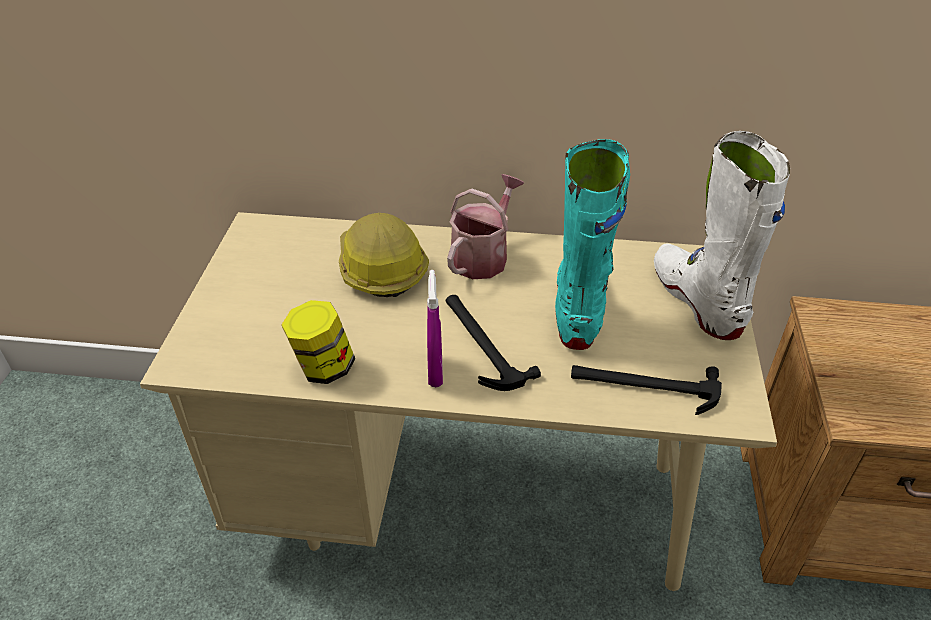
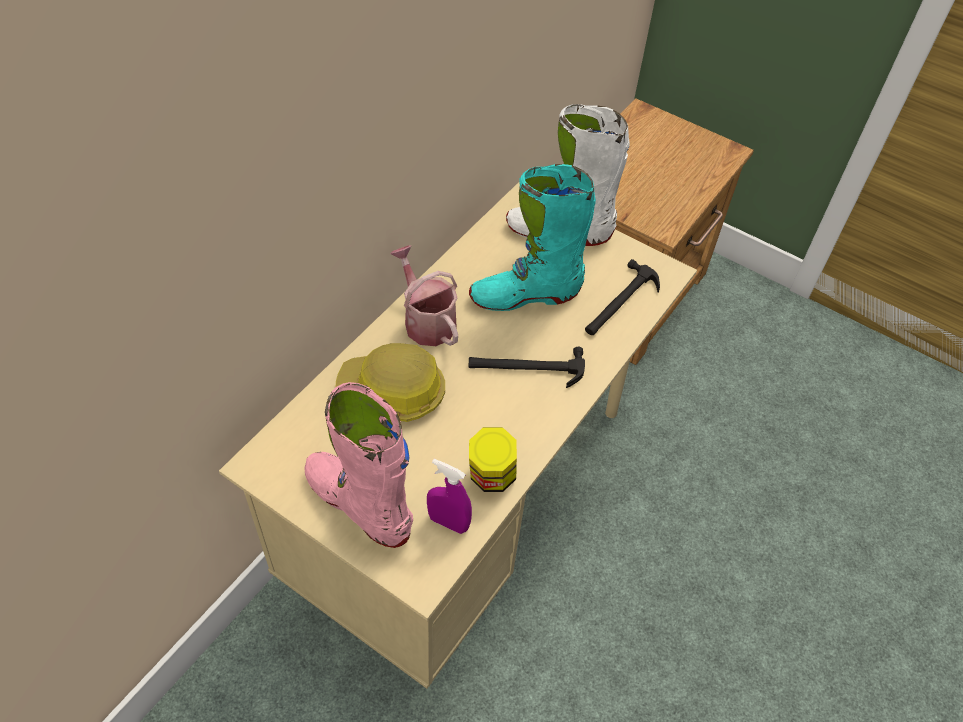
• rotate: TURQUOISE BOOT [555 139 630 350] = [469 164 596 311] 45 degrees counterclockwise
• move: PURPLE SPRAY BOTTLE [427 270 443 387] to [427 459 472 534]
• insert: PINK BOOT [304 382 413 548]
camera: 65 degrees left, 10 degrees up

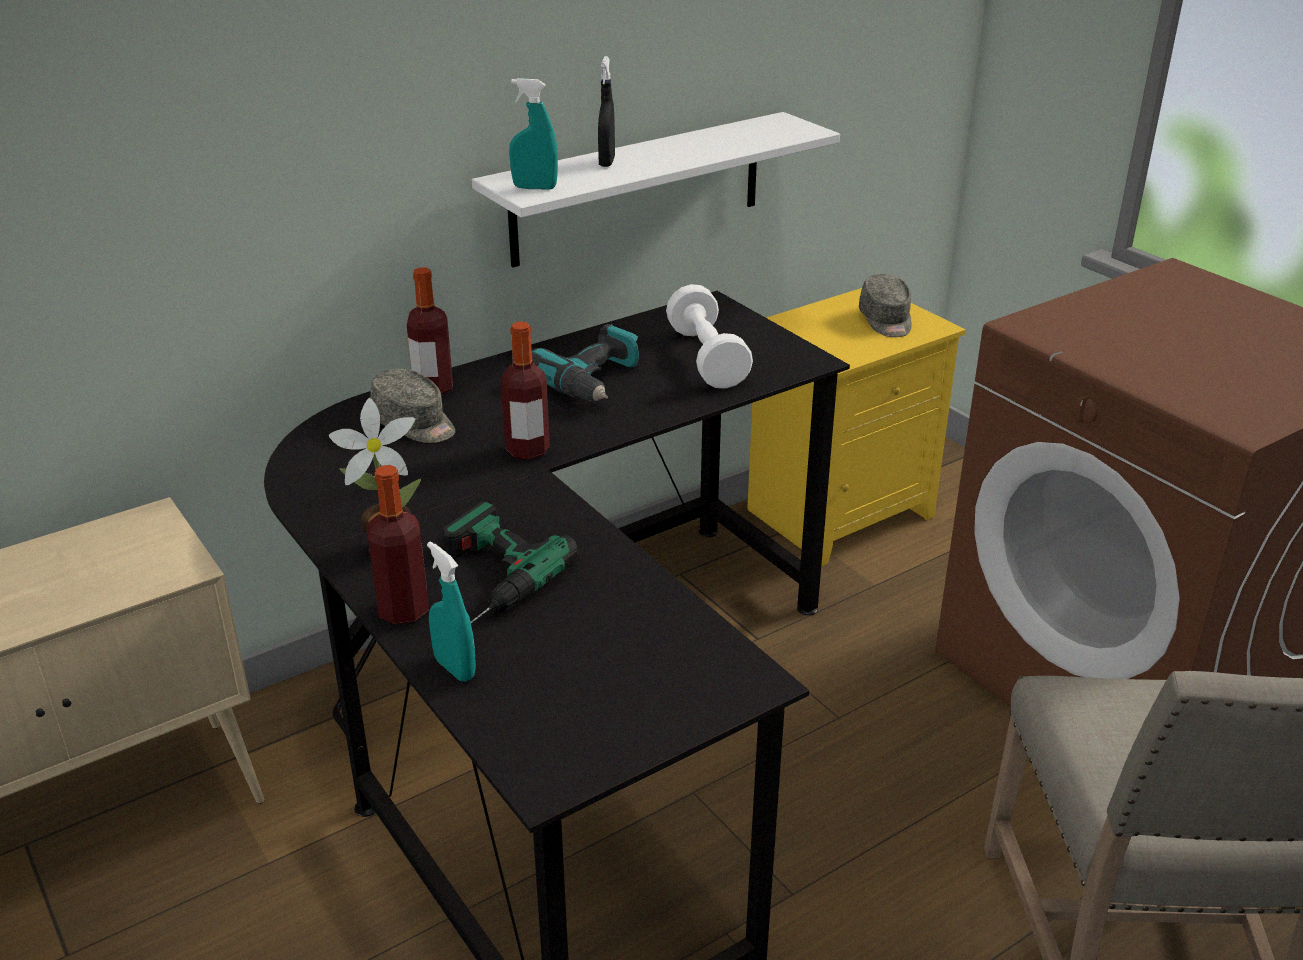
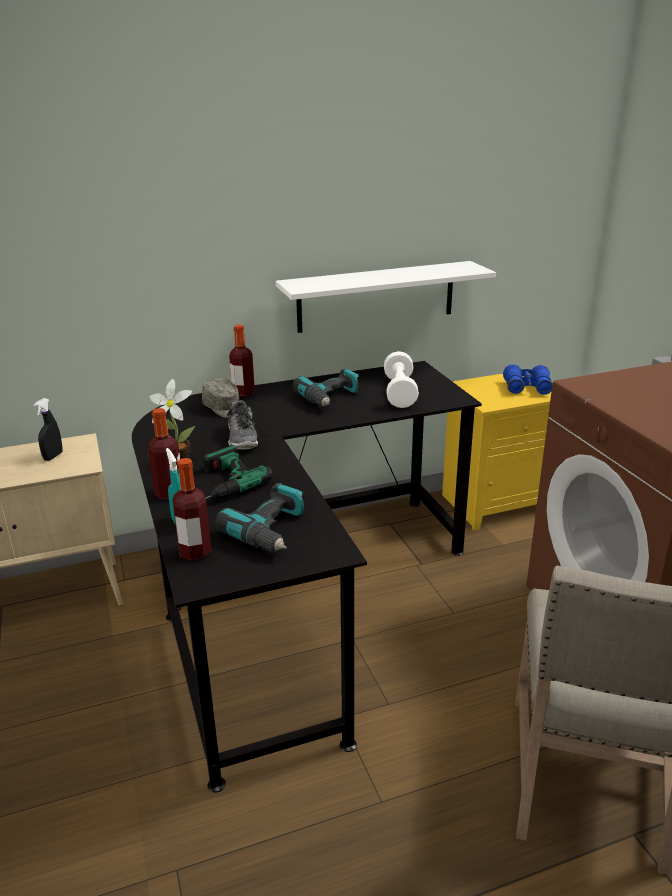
• move: BLACK SPRAY BOTTLE [598 56 615 167] to [33 398 62 461]
• delete: TURQUOISE SPRAY BOTTLE [509 78 558 190]
• replace: GREY CAP [859 274 911 337] to BLUE BINOCULARS [503 364 553 395]
• move: BOTTLE [501 322 550 459] to [172 458 212 560]
• insert: SHOE [227 401 258 450]
• insert: POWER DRILL [215 483 304 552]
camera: 15 degrees right, 5 degrees down

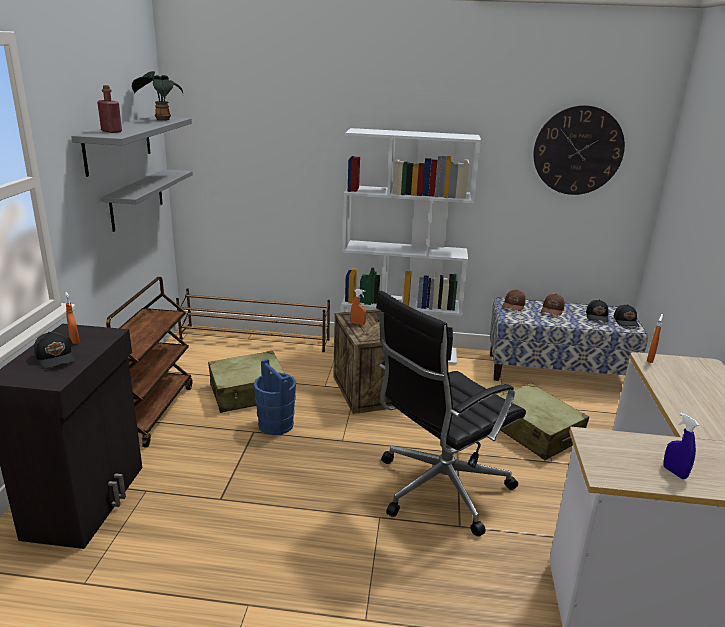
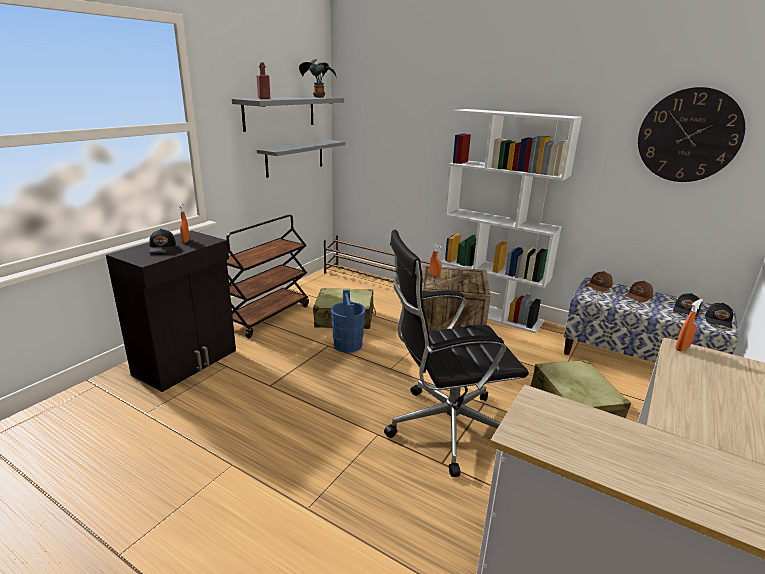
• delete: BLUE SPRAY BOTTLE [663 413 699 479]
camera: 25 degrees right, 0 degrees up

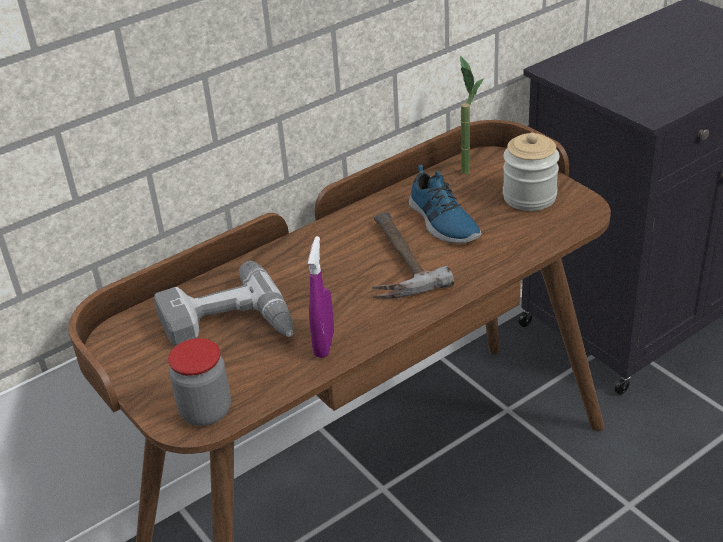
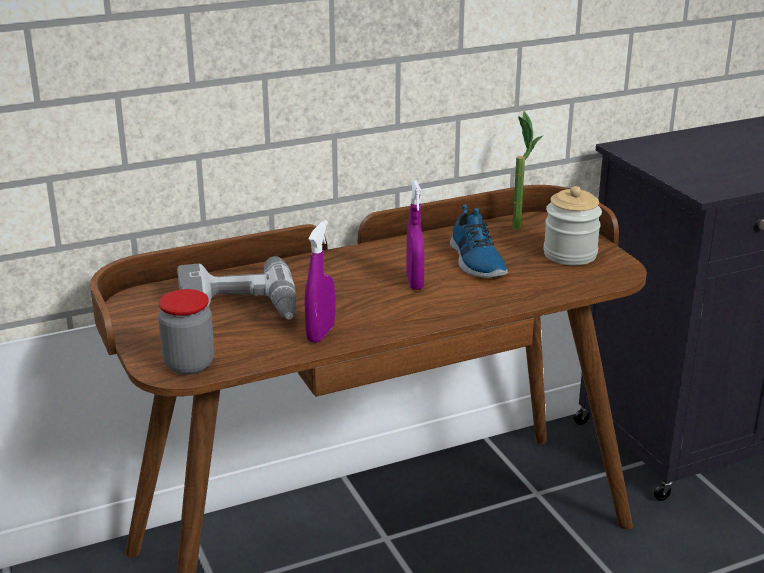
• replace: HAMMER [372 212 454 299] to PURPLE SPRAY BOTTLE [406 180 424 290]
camera: 10 degrees right, 10 degrees down

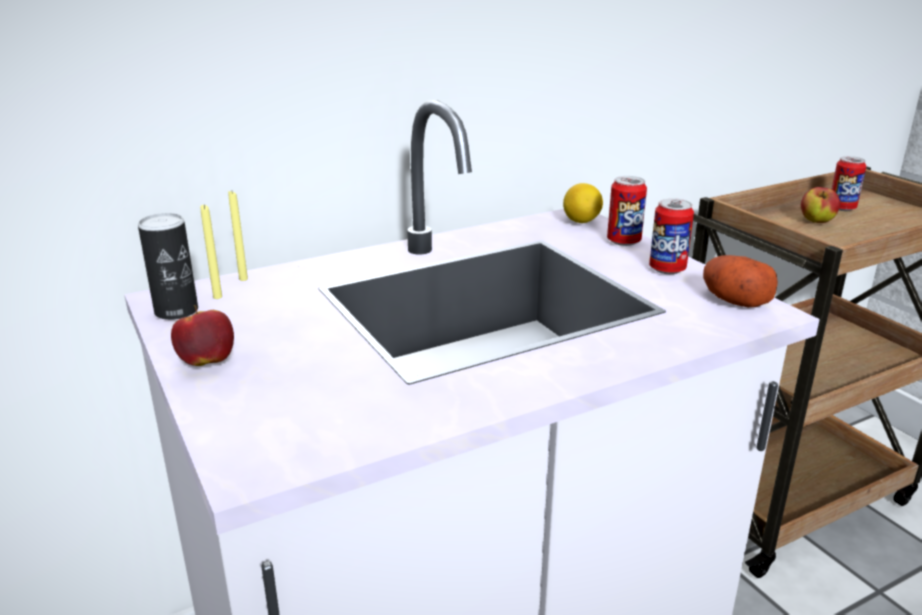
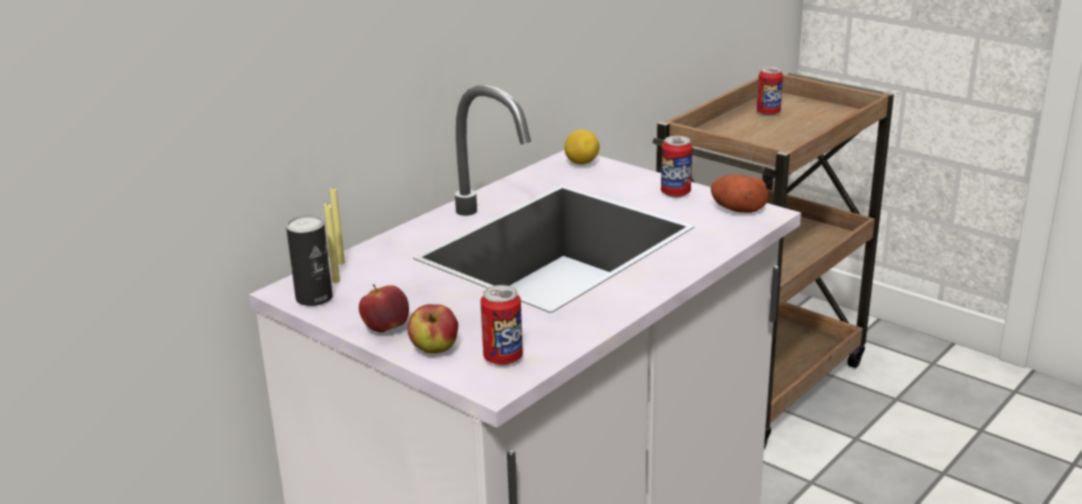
• move: CAN [607 176 647 246] to [480 285 523 365]
• move: APPLE [801 187 840 223] to [408 304 458 354]
camera: 20 degrees left, 0 degrees up

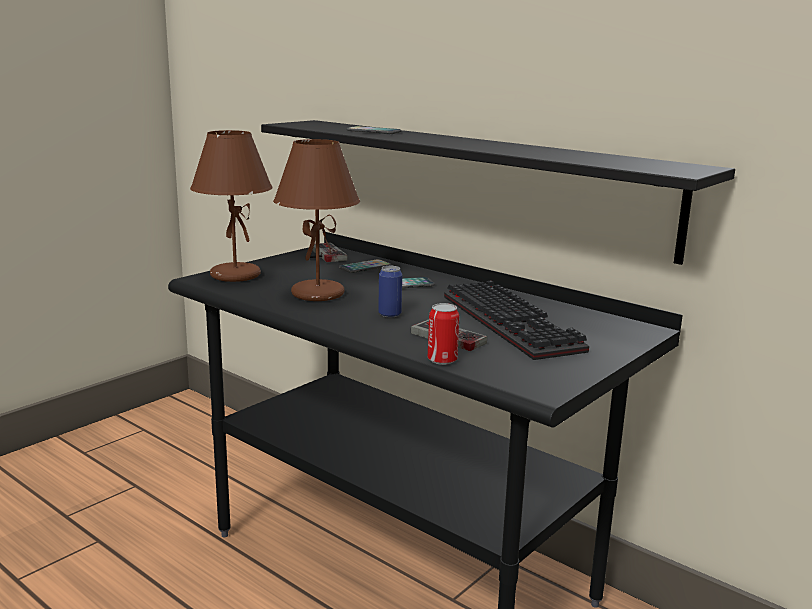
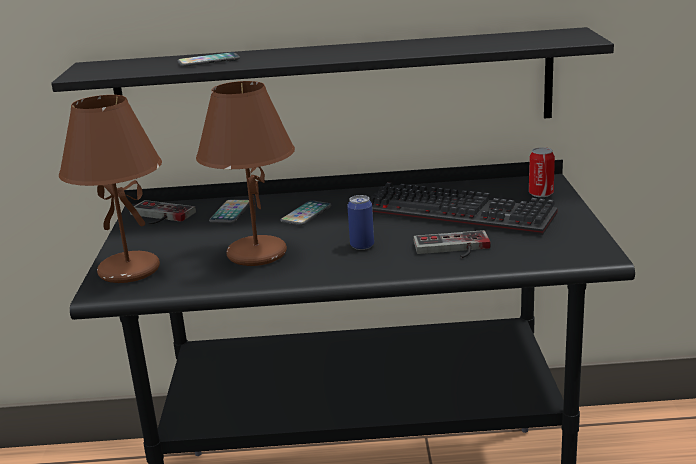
• move: CAN [428 303 459 365] to [529 147 555 197]
camera: 40 degrees left, 5 degrees up

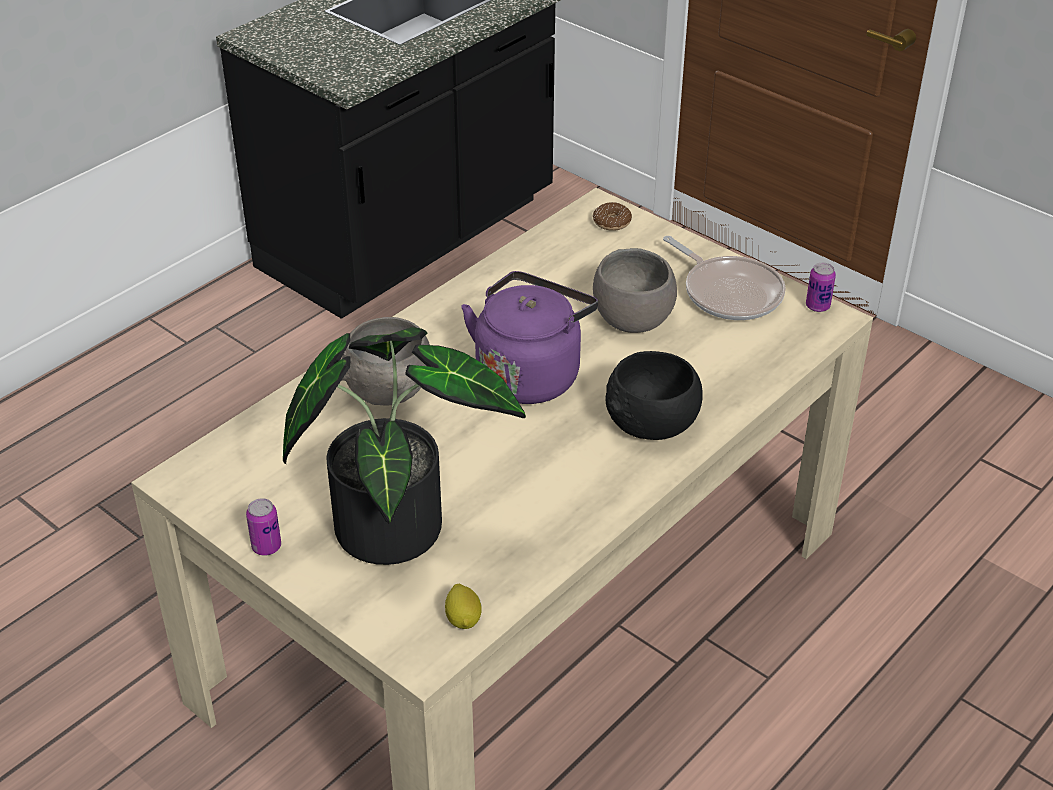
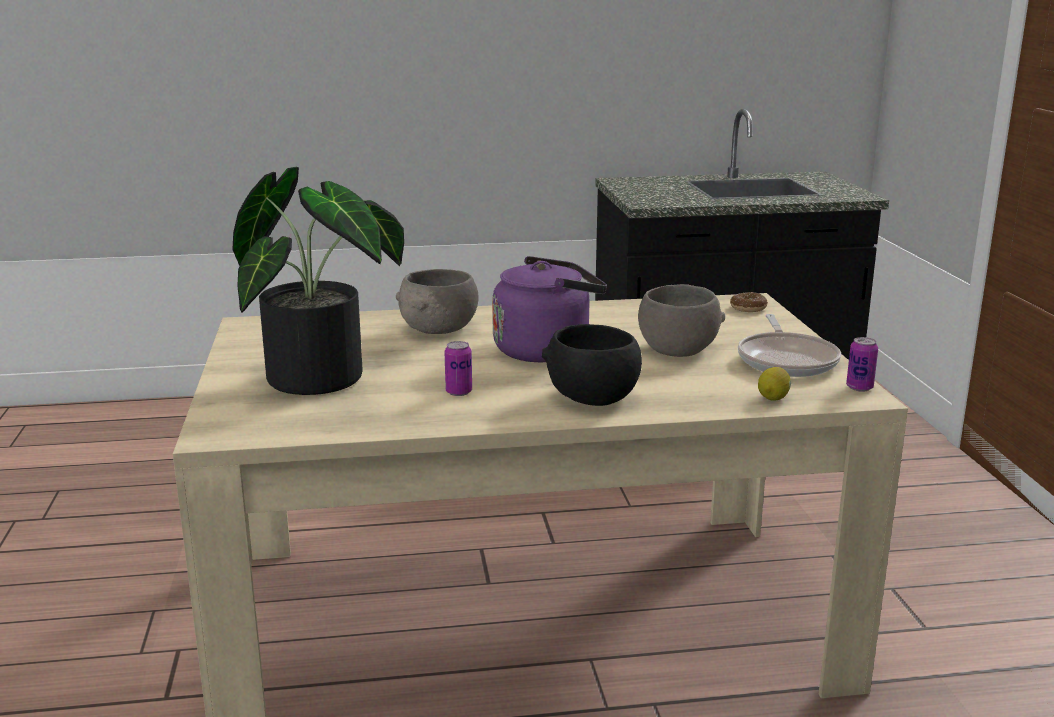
• move: CAN [246 498 281 556] to [445 341 472 396]
• move: LEMON [445 584 482 629] to [758 367 791 401]
camera: 40 degrees right, 20 degrees down

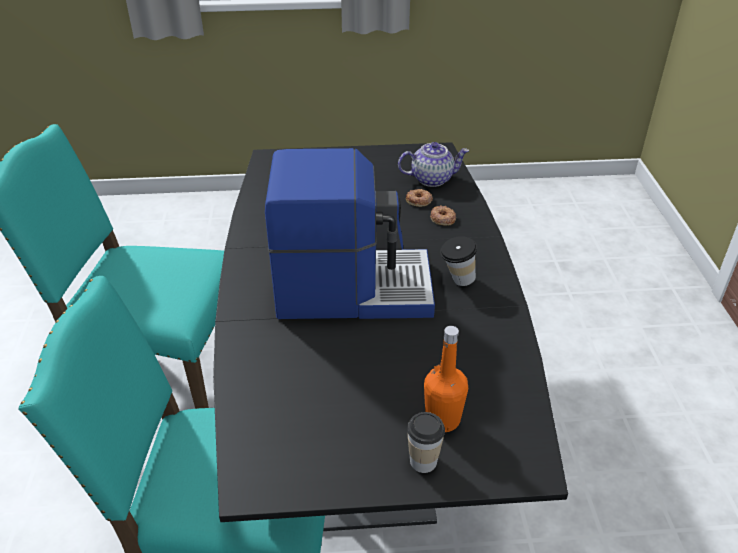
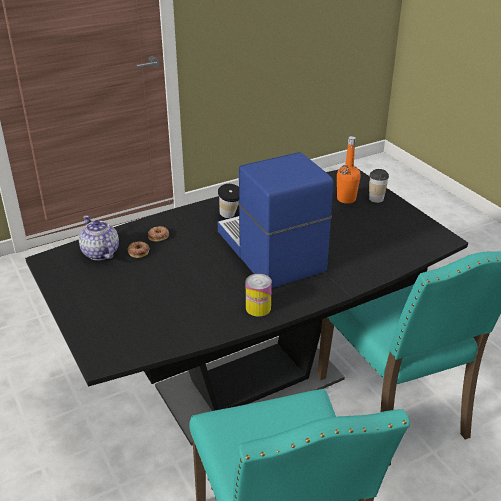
• insert: CAN [246 274 272 317]
camera: 115 degrees left, 5 degrees down

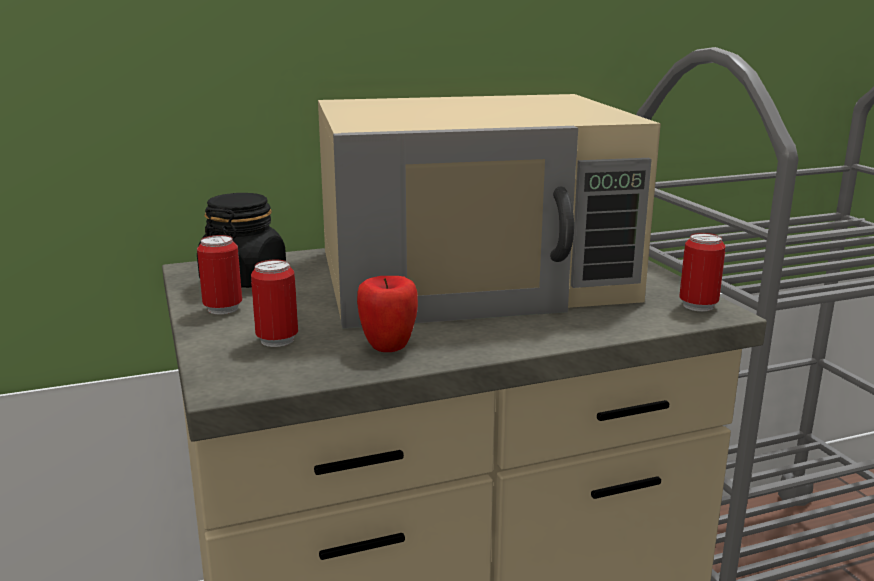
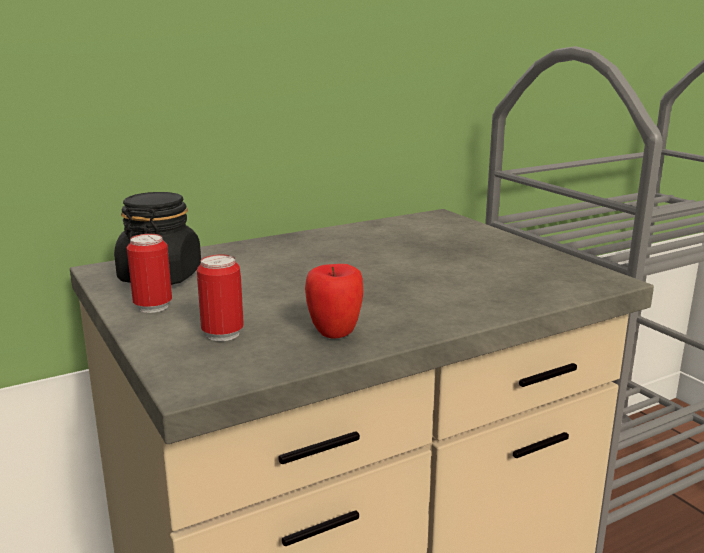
• delete: BEIGE MICROWAVE [318 94 661 329]
• delete: CAN [679 233 726 312]
camera: 10 degrees left, 0 degrees up

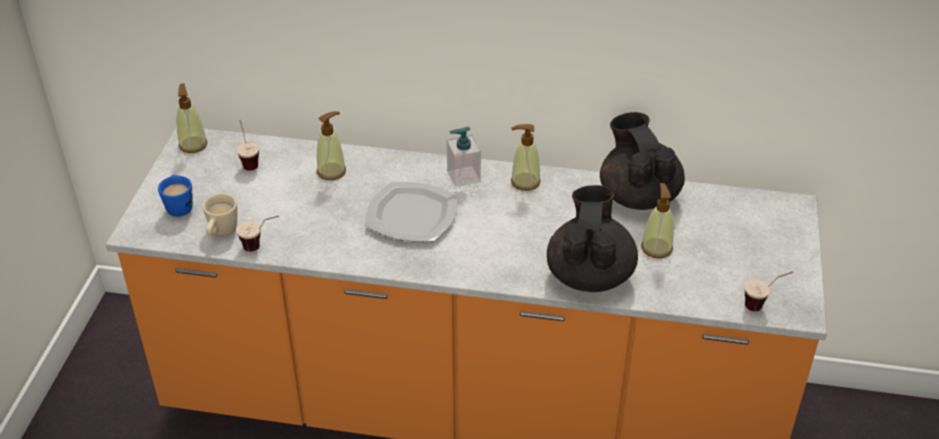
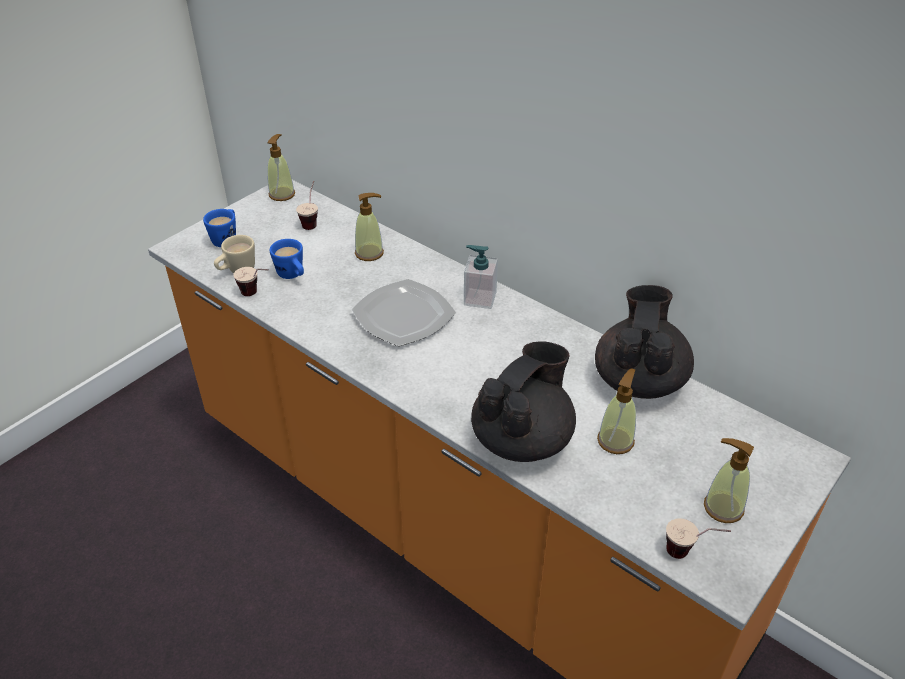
• move: SOAP DISPENSER [511 124 541 191] to [704 438 754 523]
• insert: BLUE MUG [270 239 304 279]
camera: 30 degrees right, 0 degrees up

